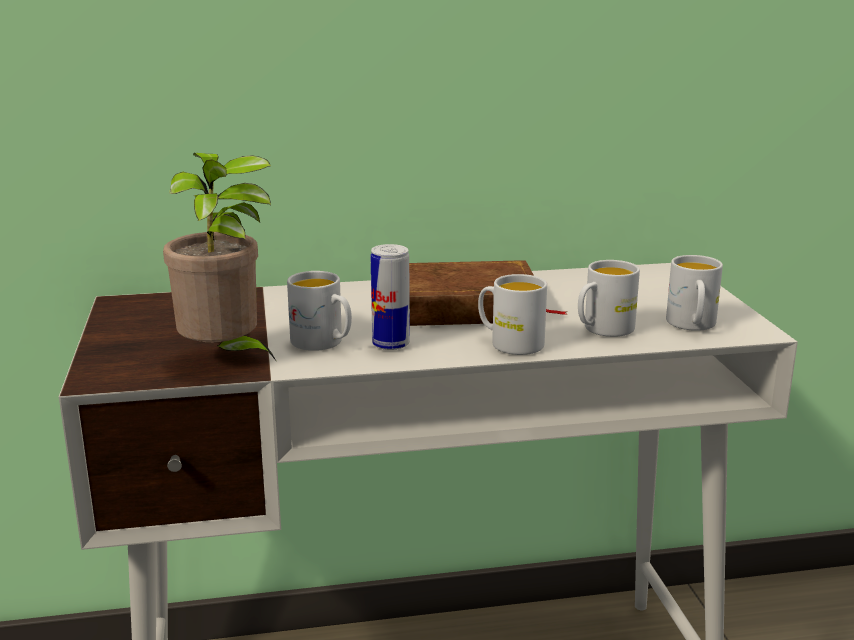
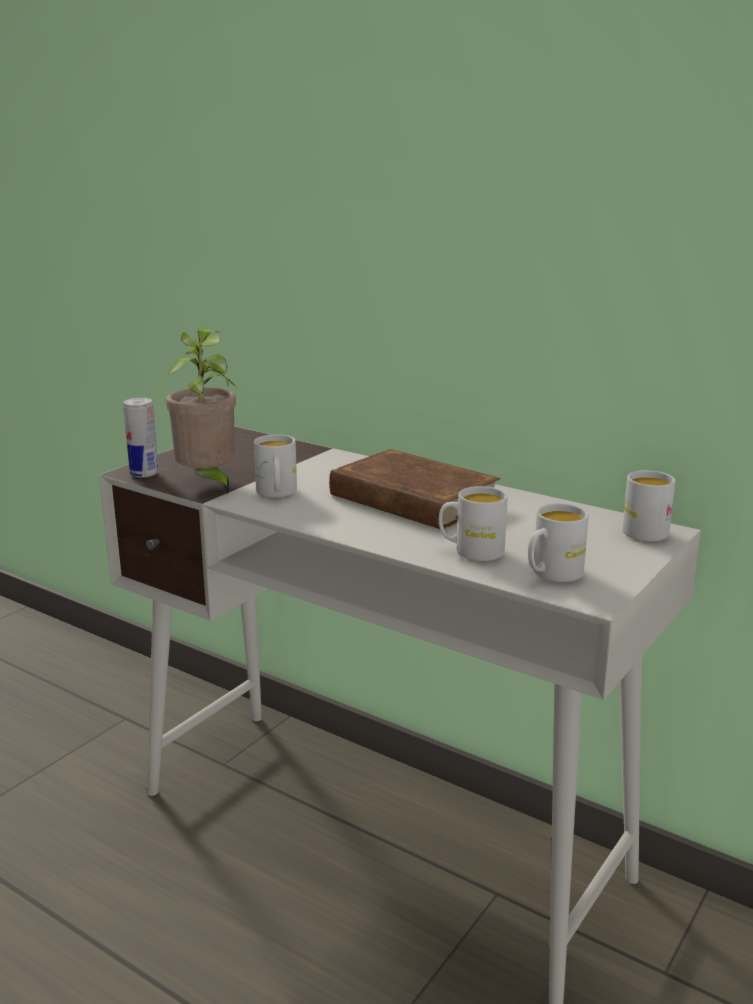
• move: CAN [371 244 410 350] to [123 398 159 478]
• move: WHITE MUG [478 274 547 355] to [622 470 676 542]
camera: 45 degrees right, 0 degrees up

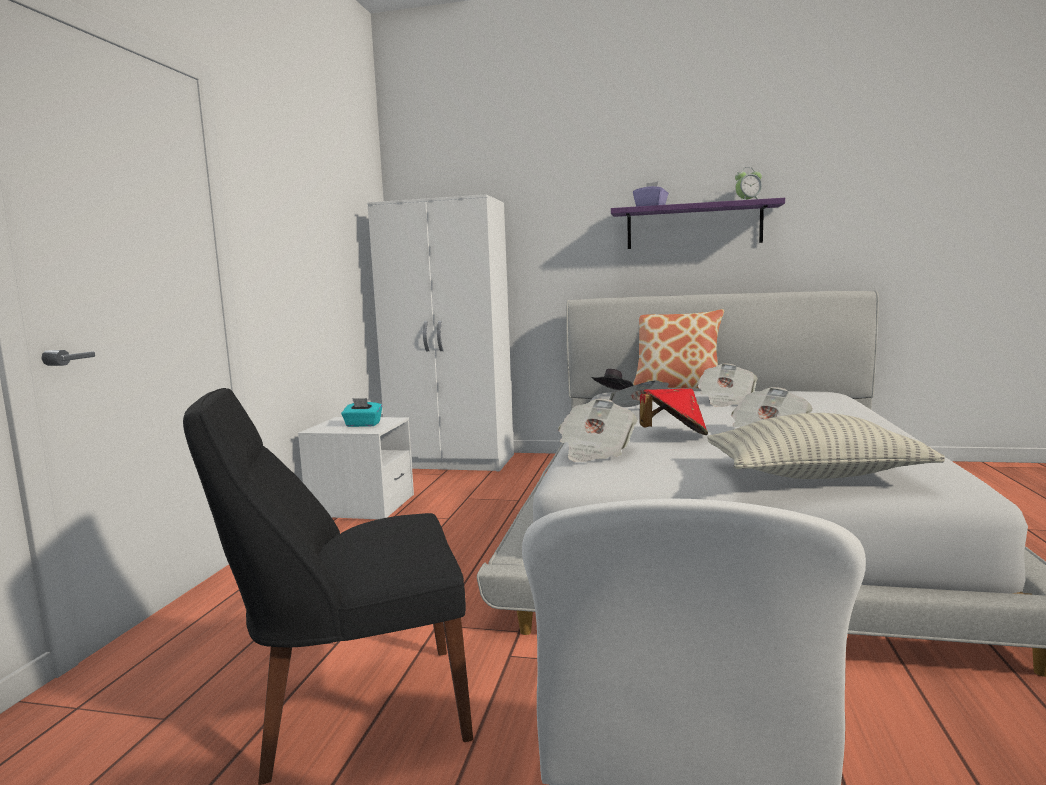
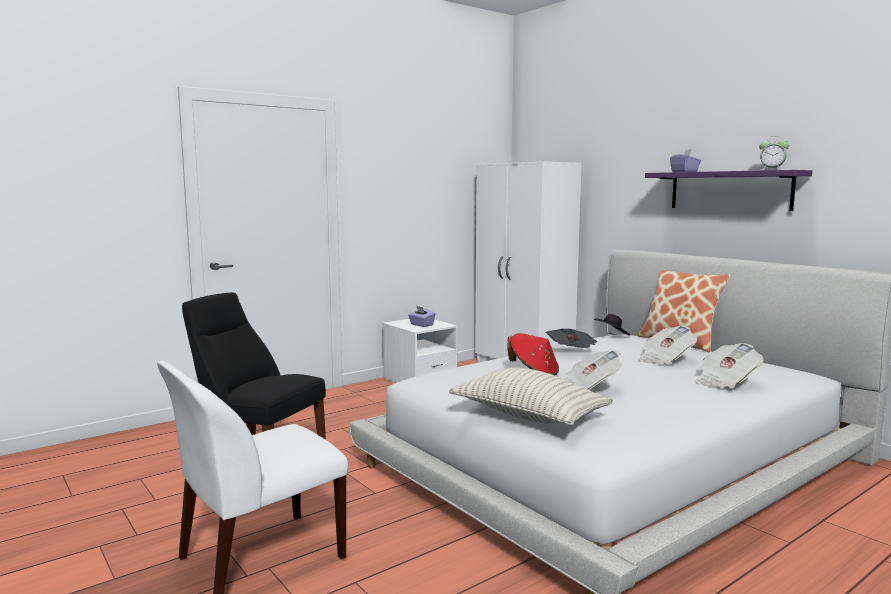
• recolor: TURQUOISE TISSUE BOX [341 398 382 427] to PURPLE TISSUE BOX [408 306 435 327]
• move: NEWSPAPER [559 399 637 462] to [695 343 763 388]
camera: 40 degrees right, 0 degrees up

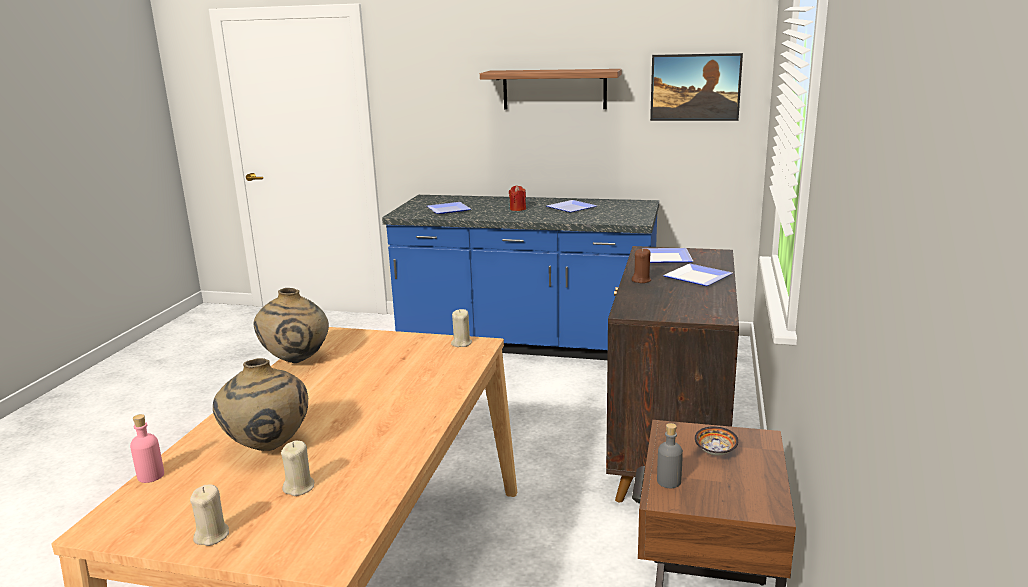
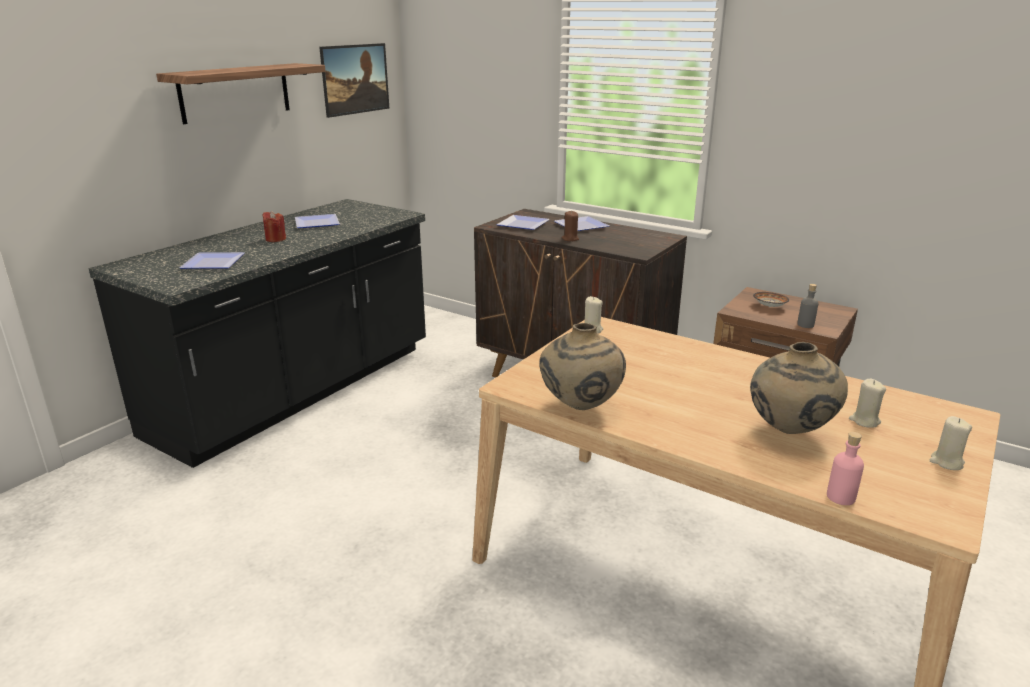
• recolor: BLUE COUNTER [382 195 659 360] to BLACK COUNTER [89 199 426 468]
camera: 70 degrees left, 5 degrees up

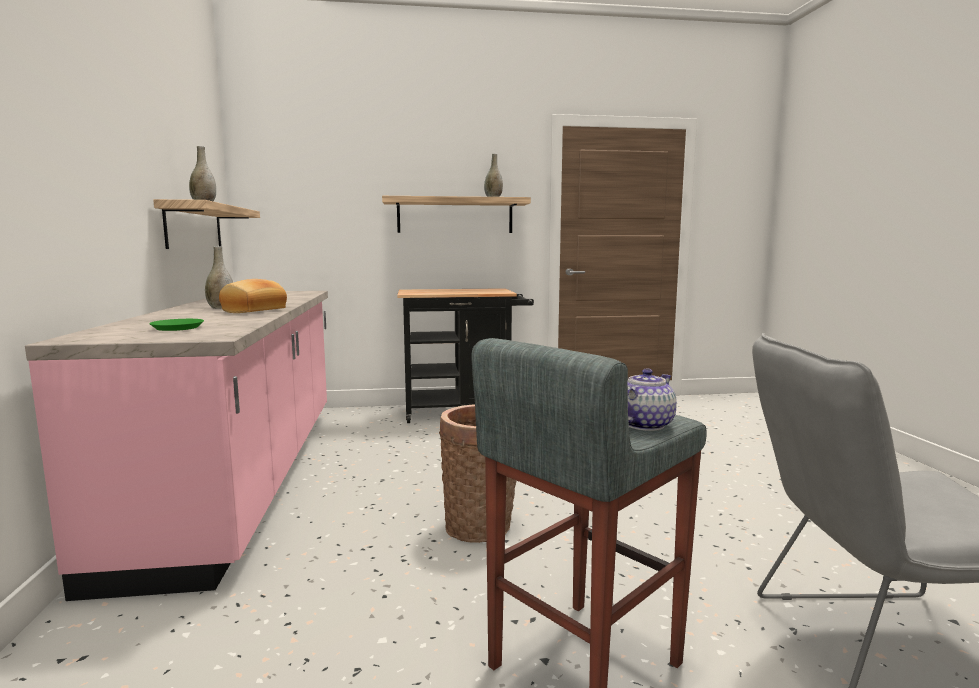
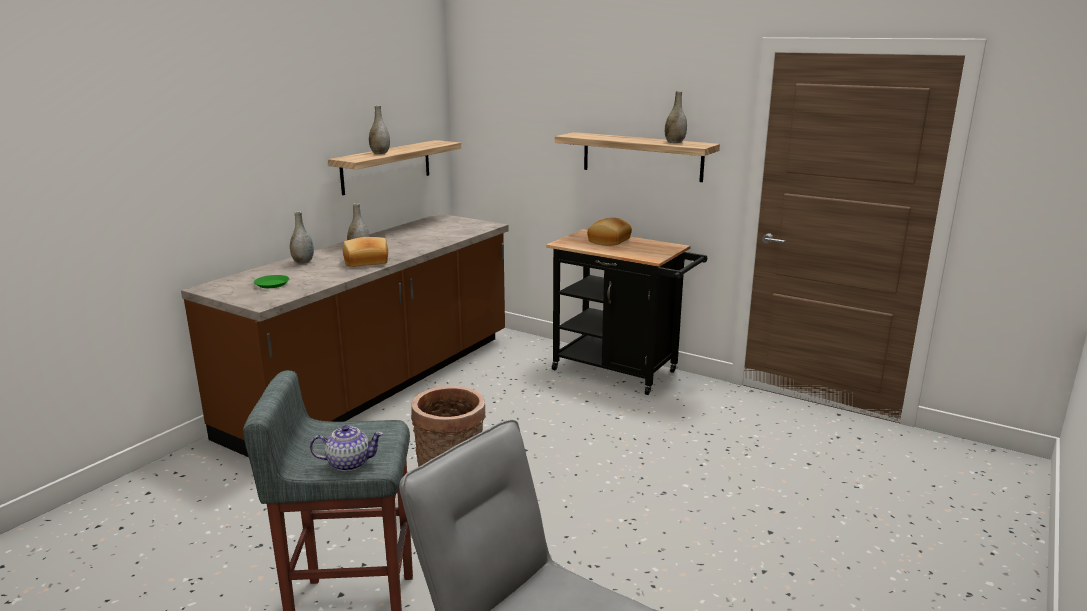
• recolor: PINK COUNTER [25 291 328 601] to BROWN COUNTER [181 214 509 457]
• insert: GREY VASE [290 211 314 264]
• insert: BREAD [587 217 632 246]
camera: 40 degrees right, 10 degrees up

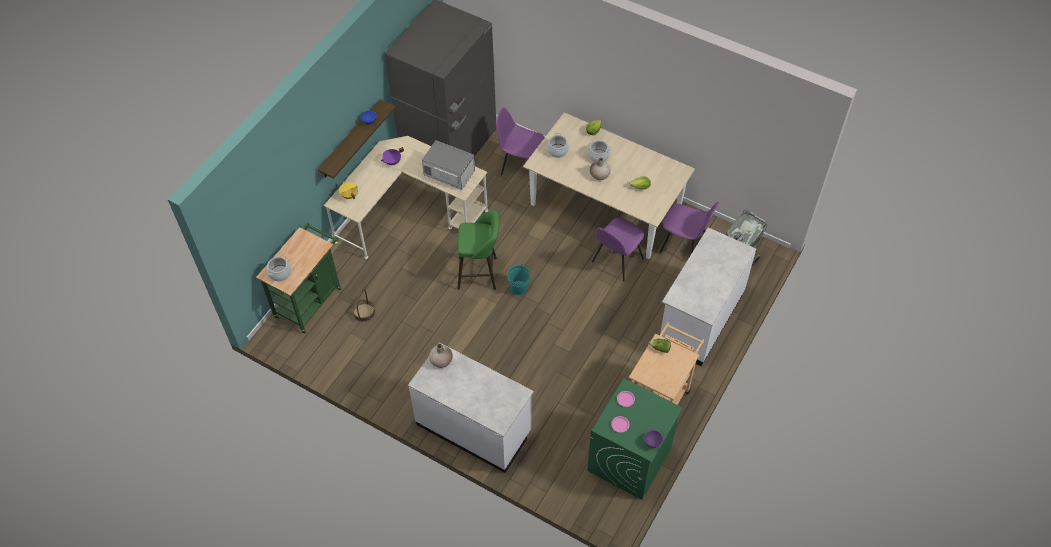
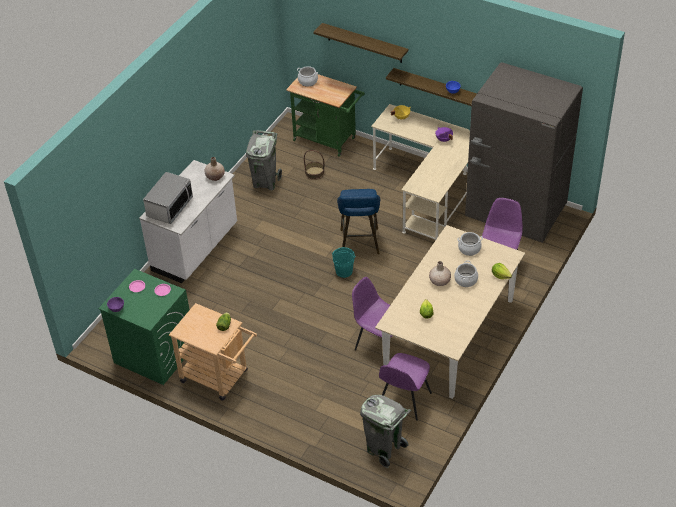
• move: MICROWAVE [422 140 475 190] to [143 172 193 224]
• recolor: GREEN STOOL [457 210 499 290] to BLUE STOOL [337 189 380 254]
• delete: WHITE COUNTER [660 227 756 366]
• insert: SHELF [313 23 408 63]
• insert: GREY TRASH CAN [246 130 282 190]
camera: 90 degrees right, 10 degrees down

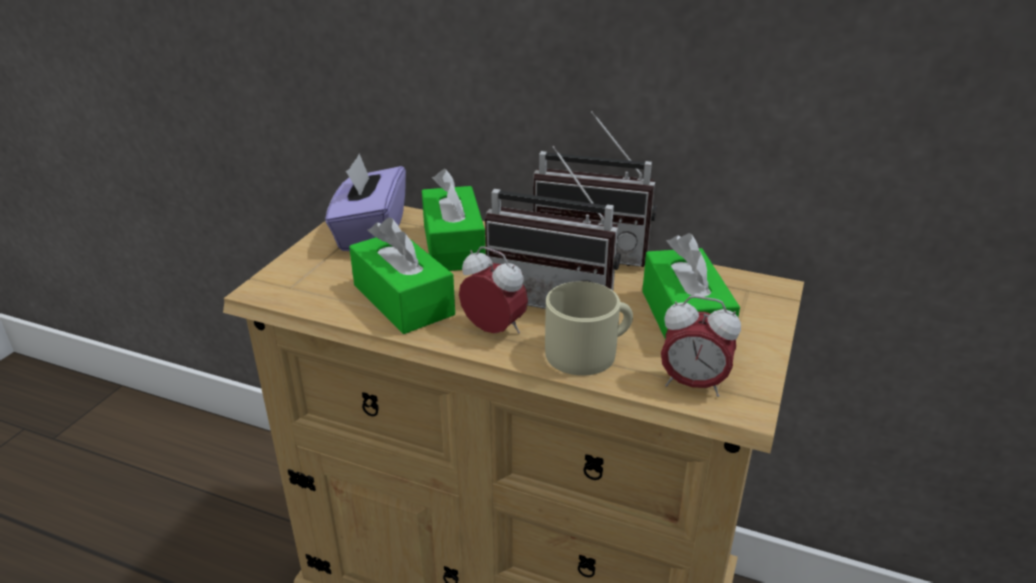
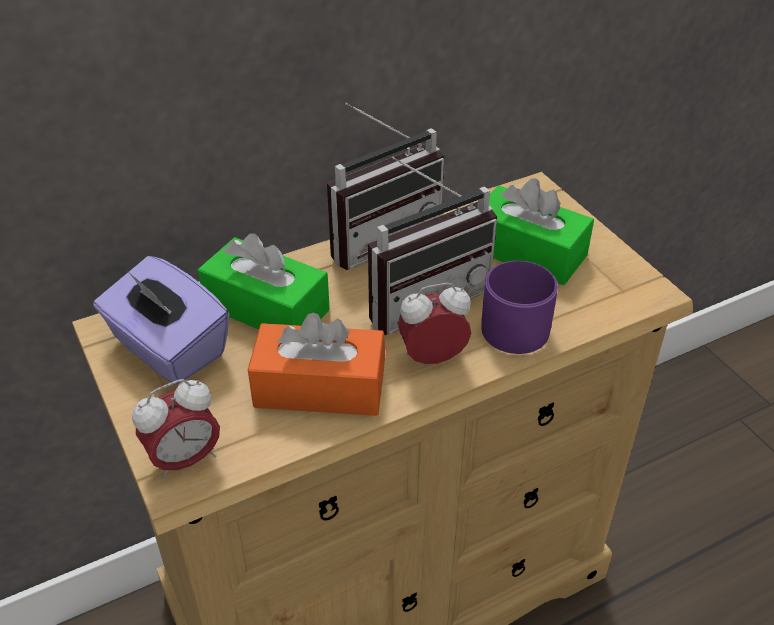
• recolor: GREEN TISSUE BOX [349 217 455 334] to ORANGE TISSUE BOX [248 313 385 416]
• recolor: BEIGE MUG [545 281 633 376] to PURPLE MUG [481 261 558 354]
• move: ALARM CLOCK [661 296 741 397] to [132 379 220 480]
camera: 50 degrees left, 10 degrees up

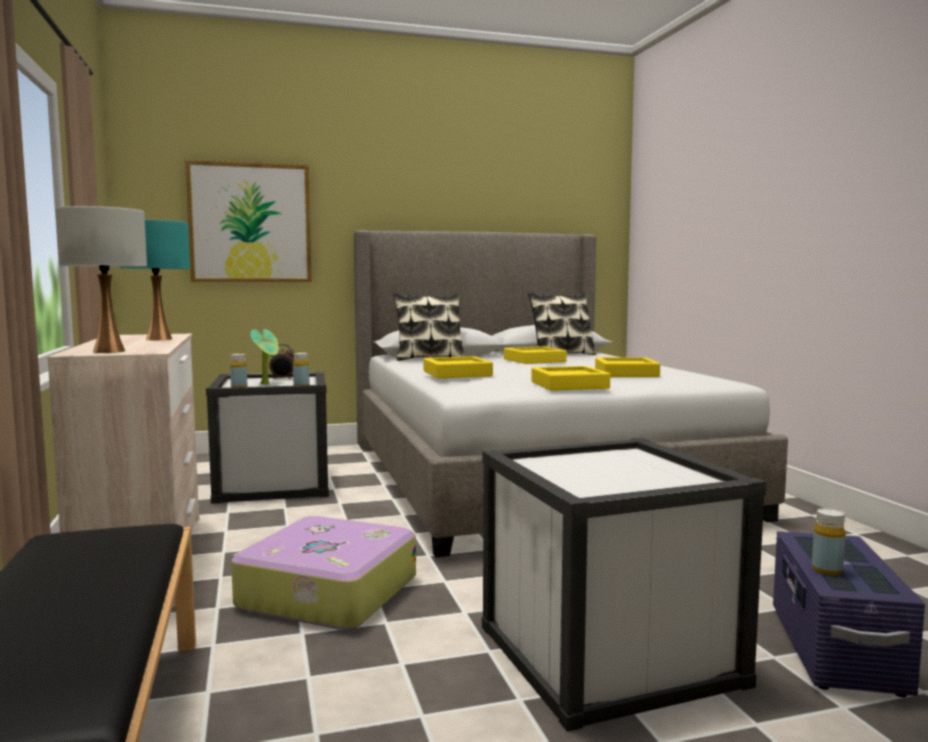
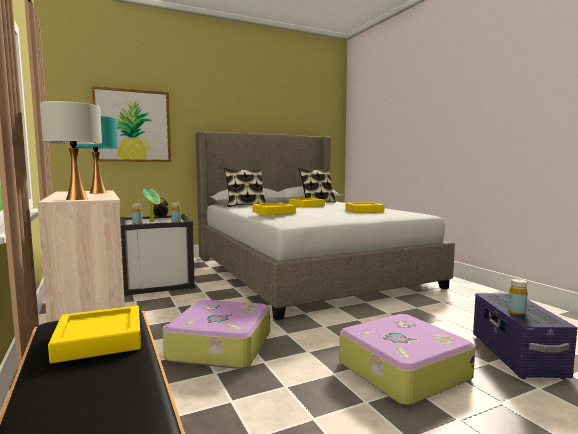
• move: YELLOW TRAY [531 366 610 391] to [48 306 141 364]
• replace: WHITE STORAGE BOX [482 438 767 732] to SUITCASE [339 314 475 405]
camera: 10 degrees left, 0 degrees up

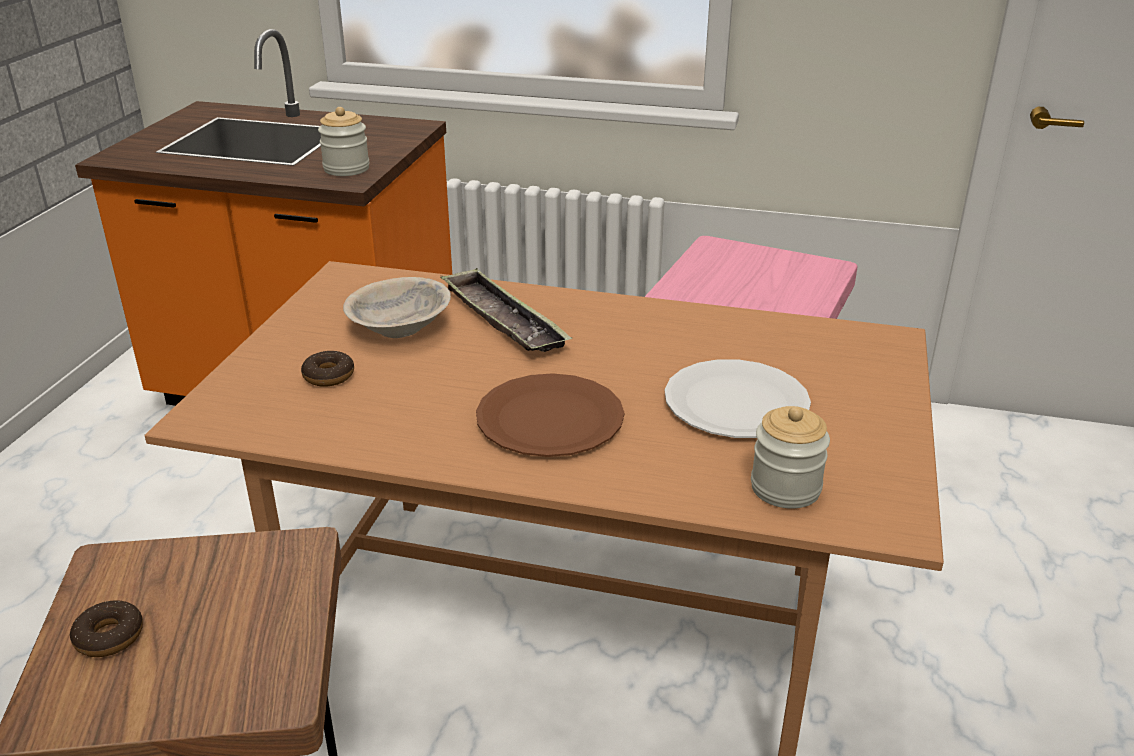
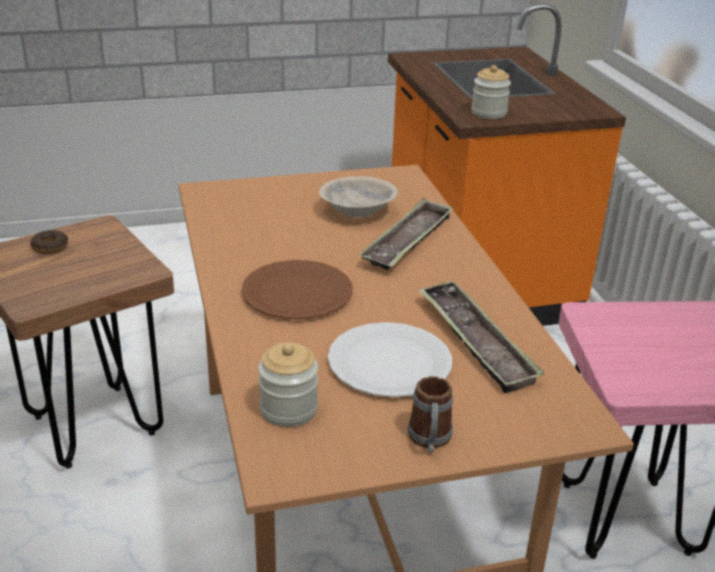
• delete: DONUT [301 350 354 387]
• insert: TRAY [418 280 545 393]
• insert: MUG [407 376 453 452]
camera: 60 degrees right, 0 degrees up

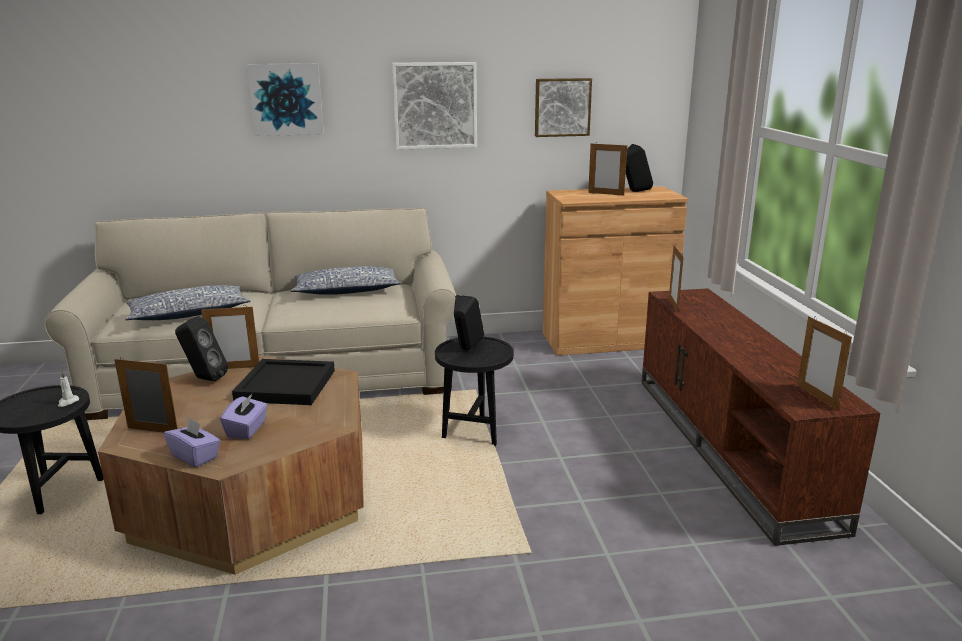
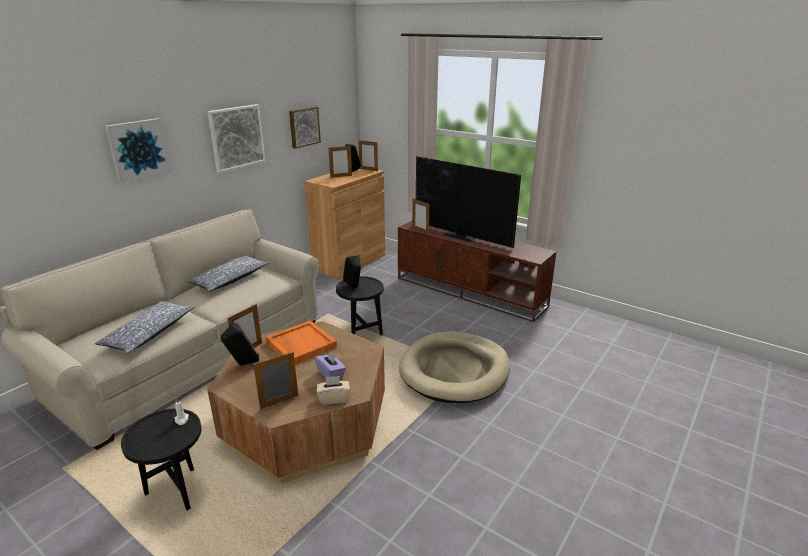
• move: PICTURE FRAME [797 316 852 410] to [358 140 378 171]
• recolor: BLACK TRAY [232 359 335 405] to ORANGE TRAY [266 320 337 364]
• recolor: PURPLE TISSUE BOX [164 418 220 467] to BEIGE TISSUE BOX [317 376 350 405]
• insert: TELEVISION [416 156 521 248]
• insert: BEIGE DOG BED [399 331 510 403]
camera: 45 degrees left, 5 degrees up

